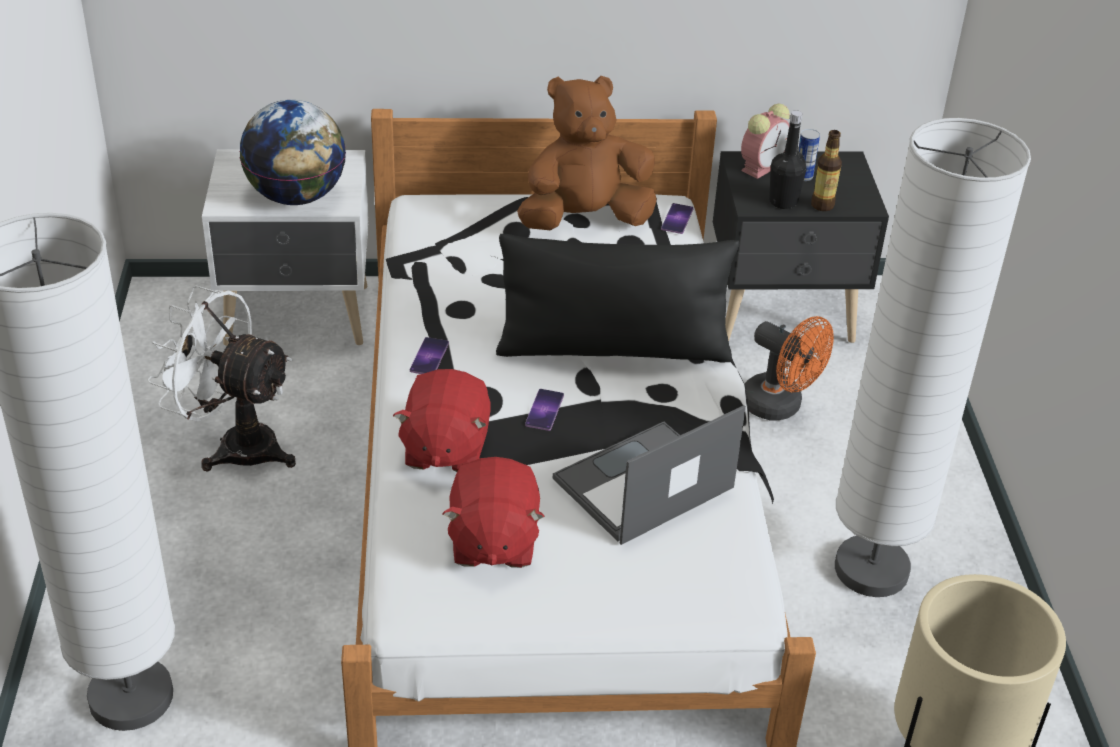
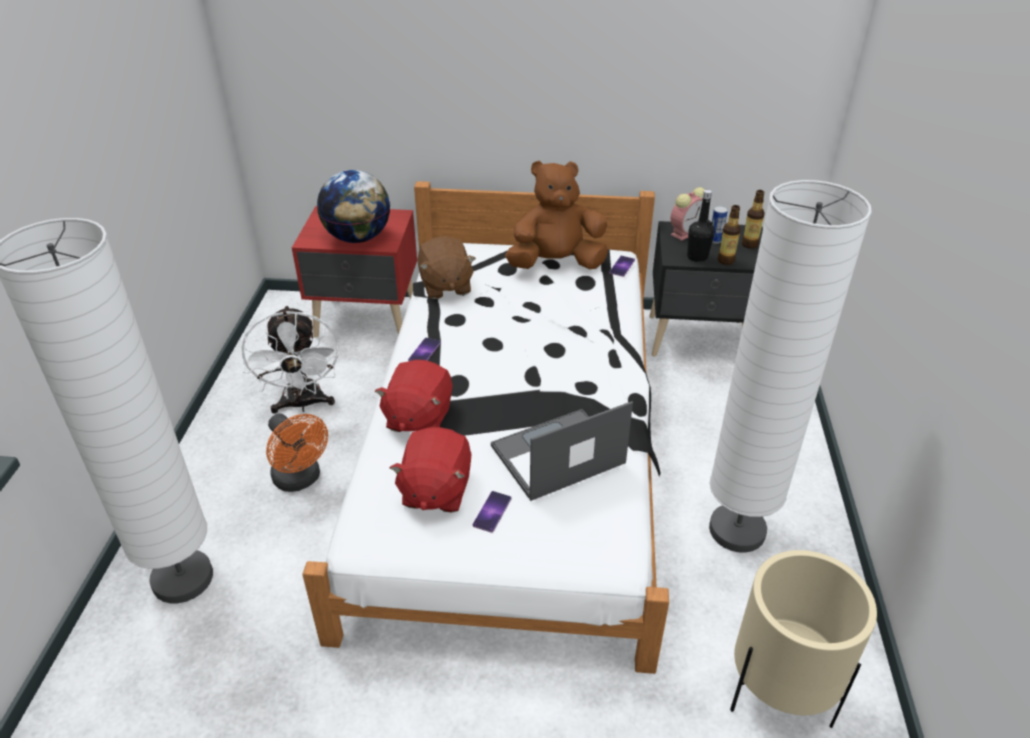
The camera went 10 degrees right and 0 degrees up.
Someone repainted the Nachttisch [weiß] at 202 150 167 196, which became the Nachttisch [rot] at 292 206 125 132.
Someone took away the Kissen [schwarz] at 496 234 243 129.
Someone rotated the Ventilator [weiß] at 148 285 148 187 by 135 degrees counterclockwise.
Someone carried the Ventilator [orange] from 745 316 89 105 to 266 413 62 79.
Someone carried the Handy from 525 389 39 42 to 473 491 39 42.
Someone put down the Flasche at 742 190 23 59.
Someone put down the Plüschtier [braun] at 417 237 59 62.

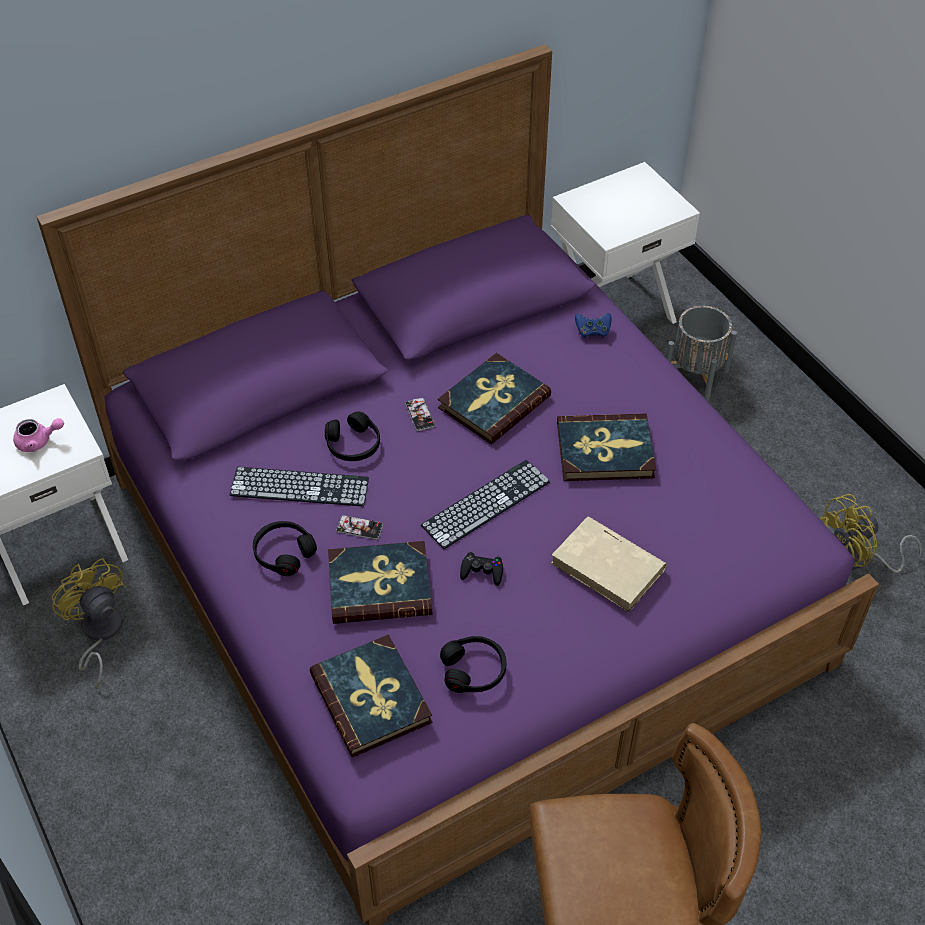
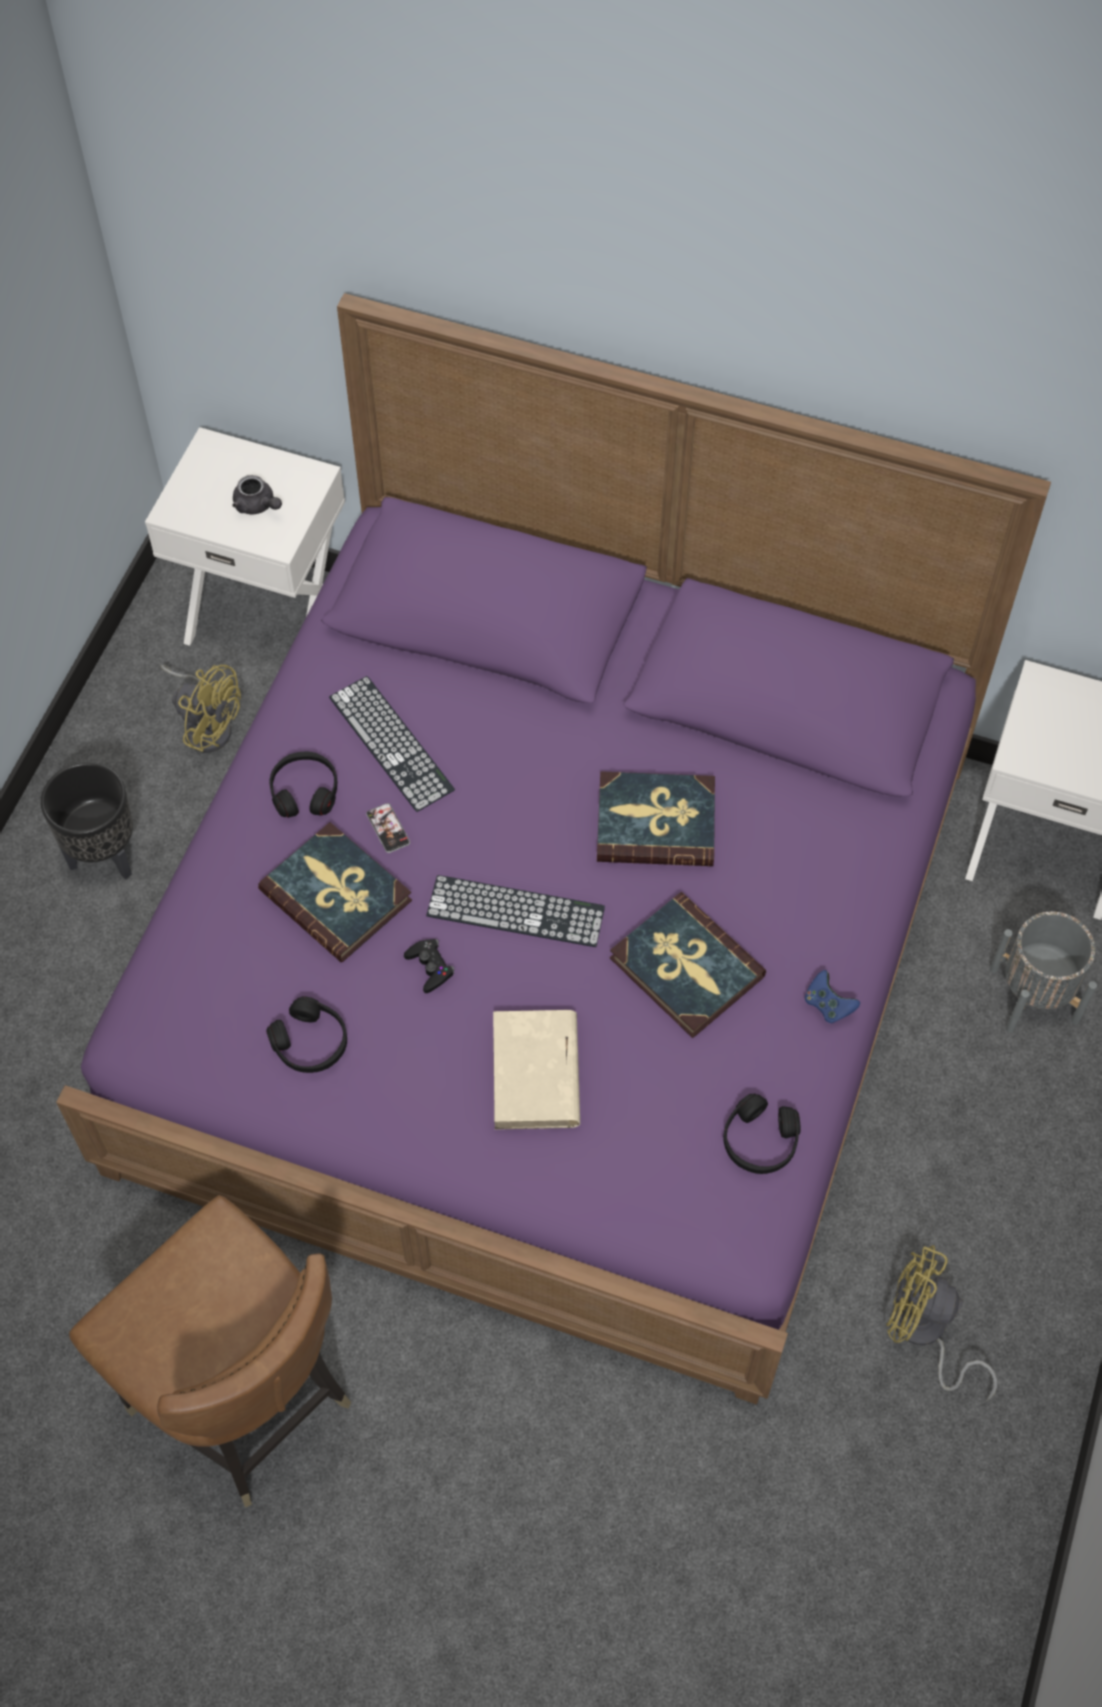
The camera went 50 degrees right and 10 degrees up.
Someone carried the Gamepad [blau] from 575 313 36 25 to 805 970 55 53.
Someone took away the Handy at 405 398 30 33.
Someone carried the Kopfhörer [schwarz] from 325 411 55 50 to 723 1094 78 80.
Someone repainted the Teekanne [rosa] at 13 418 51 34, which became the Teekanne [grau] at 233 475 49 39.
Someone rotated the Ventilator [gelb] at 52 558 73 131 by 105 degrees clockwise.
Someone took away the Buch at 309 635 123 122.
Someone put down the Pflanzkübel [schwarz] at 41 762 92 117.

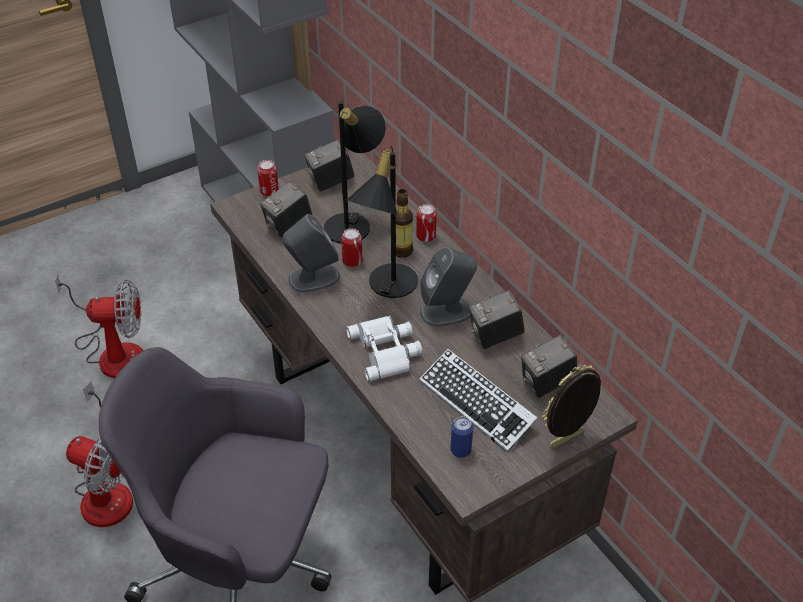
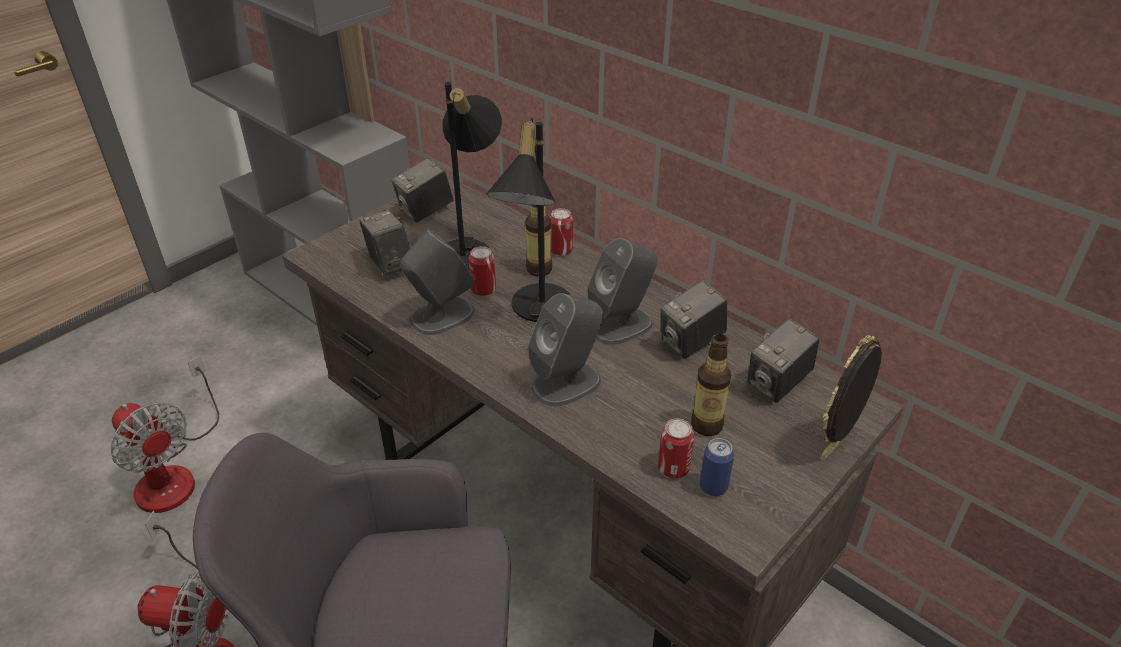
The camera went 15 degrees left and 5 degrees down.
Someone carried the Dose from 257 160 22 36 to 658 418 36 60.
Someone rotated the Kamera at 260 181 52 57 by 120 degrees clockwise.
Someone rotated the Ventilator at 55 274 88 104 by 60 degrees clockwise.
Someone swapped the Fernglas [weiß] at 346 316 77 65 for the Lautsprecher [grau] at 528 293 75 114.
Someone swapped the Tastatur at 419 349 119 104 for the Flasche at 691 334 40 102.

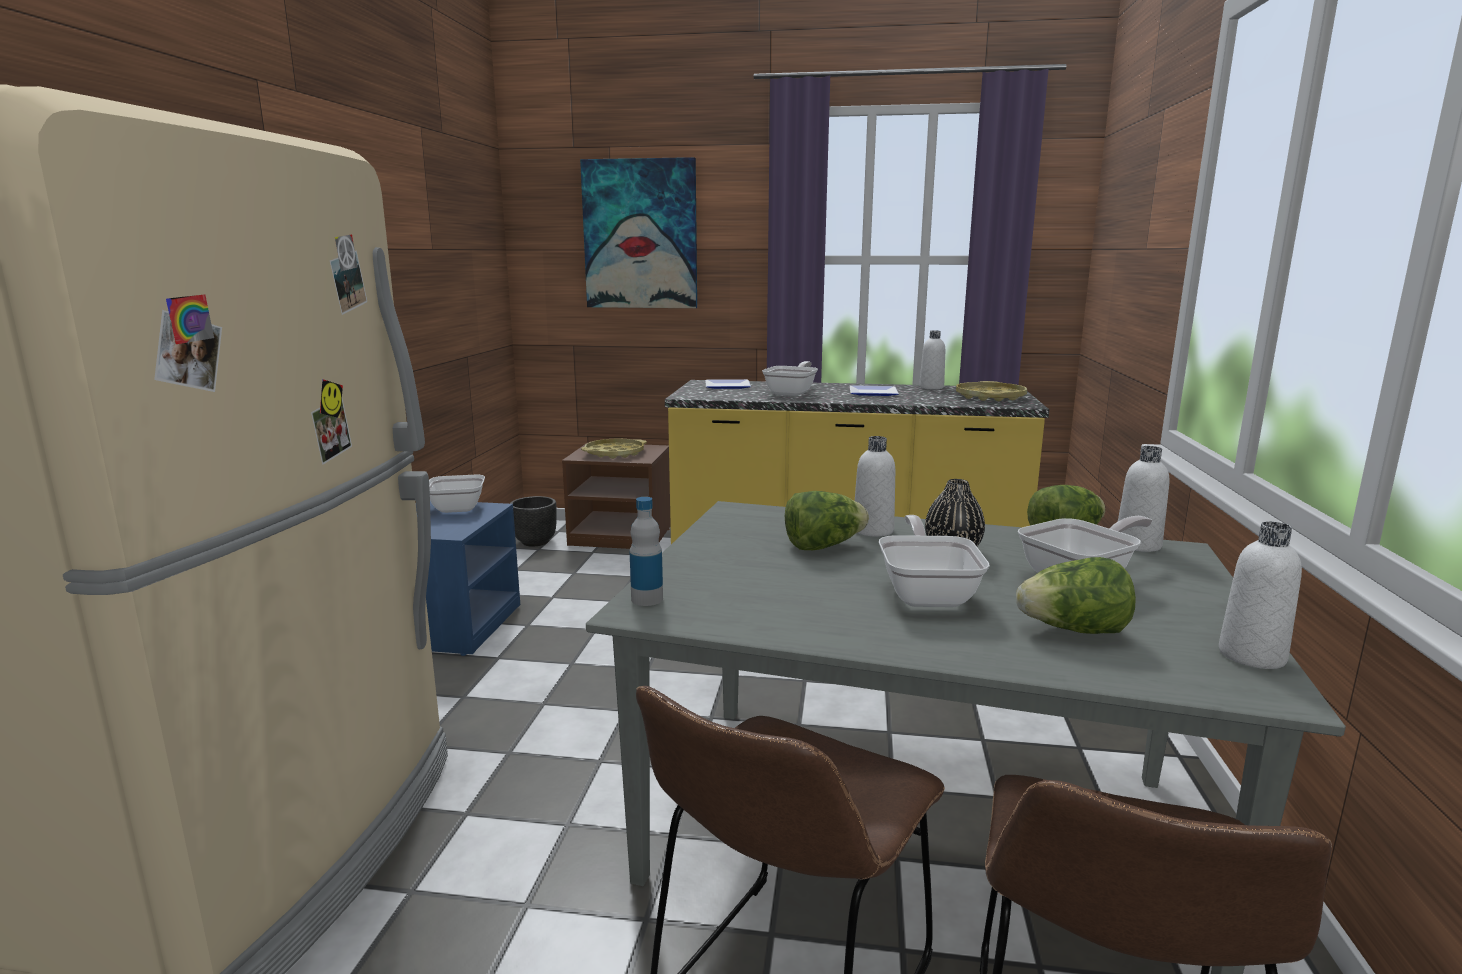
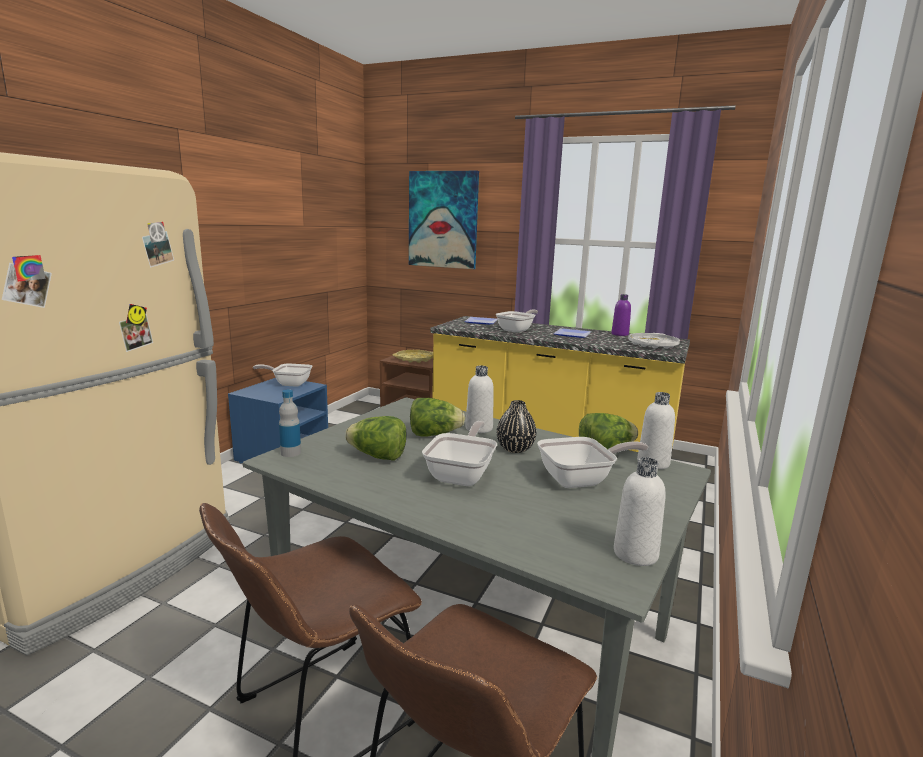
The camera went 15 degrees right and 0 degrees up.
Someone repainted the Flasche [weiß] at 919 330 26 59, which became the Flasche [lila] at 611 294 20 42.
Someone repainted the Tablett [gelb] at 956 381 71 20, which became the Tablett [weiß] at 628 333 52 16.
Someone took away the Pflanzkübel [schwarz] at 510 496 47 51.
Someone carried the Salatkopf from 1016 557 120 77 to 345 416 62 45.

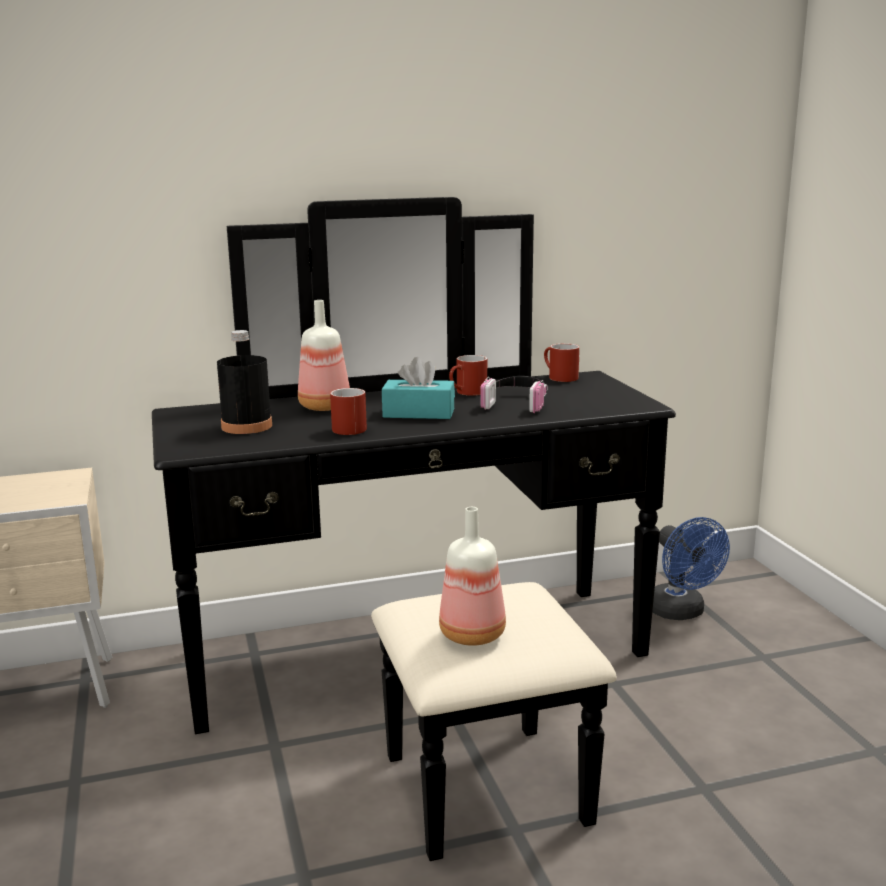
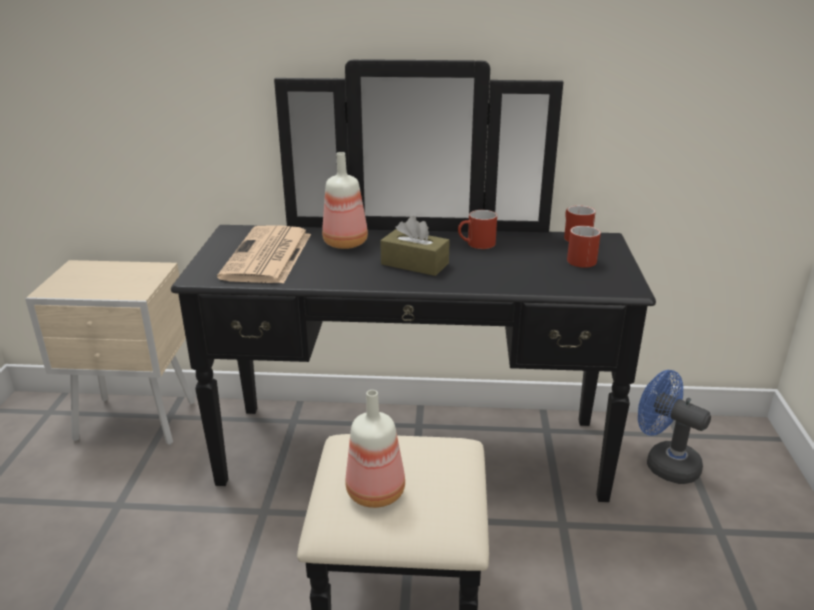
The camera went 20 degrees right and 10 degrees up.
Someone swapped the Flasche [schwarz] at 217 330 55 104 for the Zeitung at 217 226 94 58.
Someone repainted the Taschentuchbox [türkis] at 382 357 73 62, which became the Taschentuchbox [braun] at 380 216 70 60.
Someone took away the Kopfhörer at 480 376 68 37.
Someone carried the Henkelbecher [rot] from 330 388 37 47 to 567 226 34 42.
Someone rotated the Ventilator [blau] at 652 517 78 103 by 135 degrees clockwise.

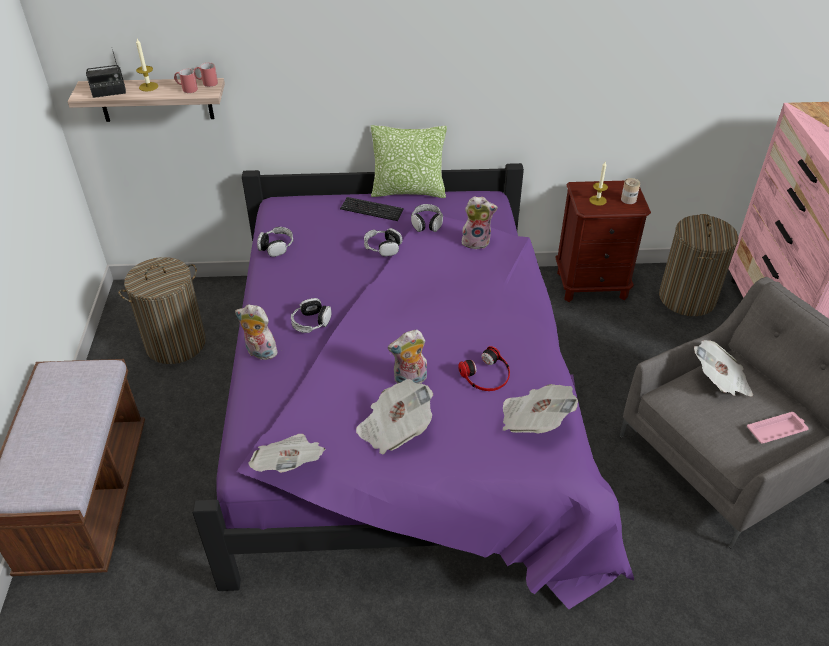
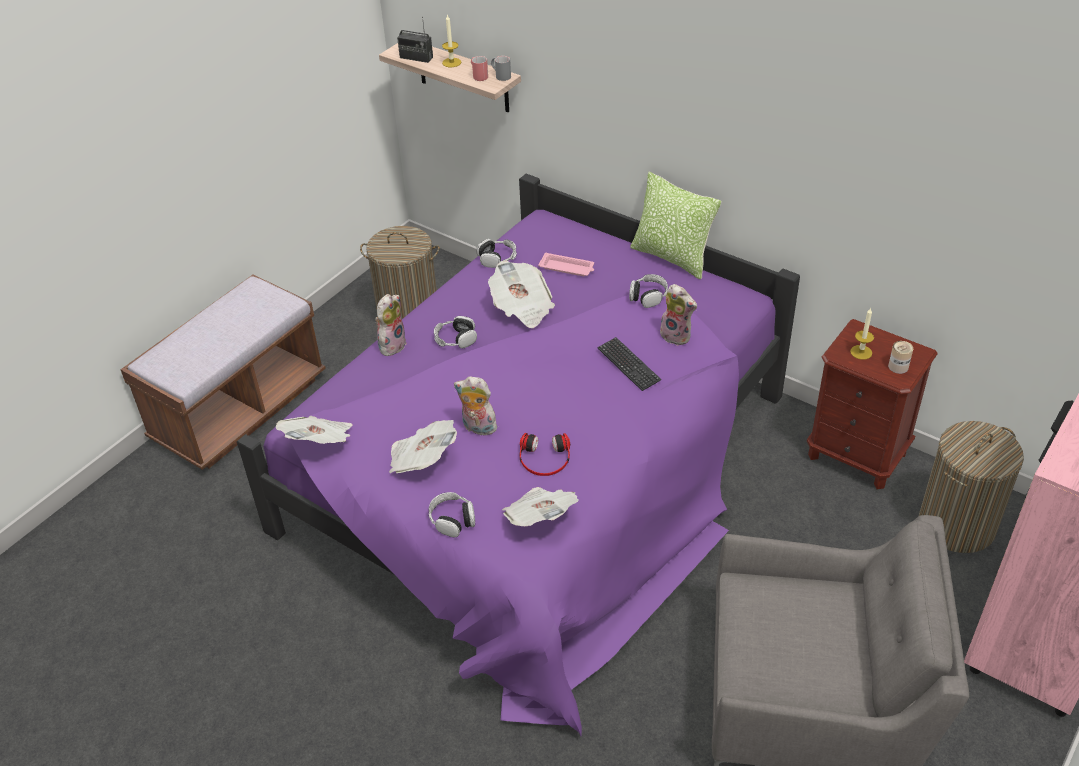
The camera went 40 degrees right and 0 degrees up.
Someone repainted the Henkelbecher [rot] at 194 63 24 24, which became the Henkelbecher [grau] at 491 56 20 25.
Someone carried the Tastatur from 340 197 64 24 to 597 337 64 54.
Someone carried the Kopfhörer from 364 228 38 28 to 429 492 46 45.
Someone rotated the Plüschtier at 235 304 44 56 by 60 degrees clockwise.
Someone carried the Zeitung from 694 340 59 57 to 488 261 67 67.
Someone carried the Tablett [rosa] from 747 412 62 32 to 538 252 56 24.

